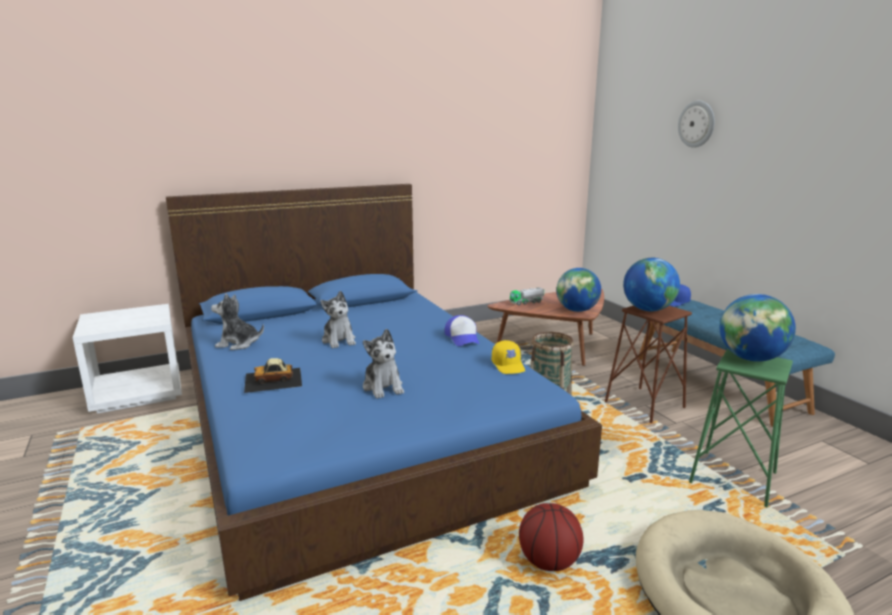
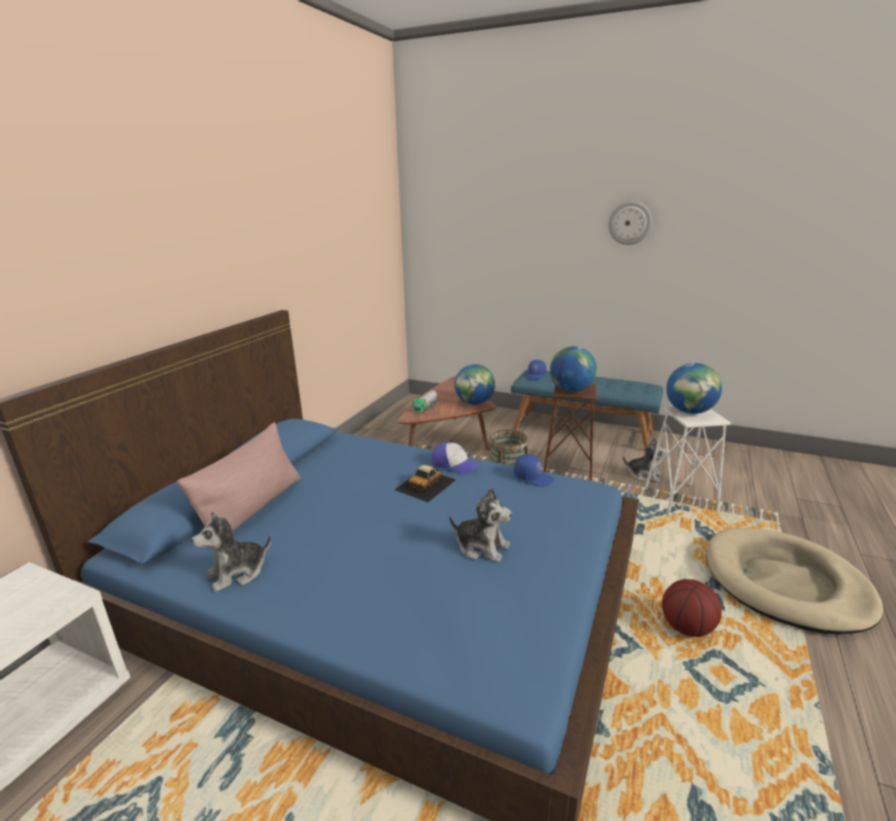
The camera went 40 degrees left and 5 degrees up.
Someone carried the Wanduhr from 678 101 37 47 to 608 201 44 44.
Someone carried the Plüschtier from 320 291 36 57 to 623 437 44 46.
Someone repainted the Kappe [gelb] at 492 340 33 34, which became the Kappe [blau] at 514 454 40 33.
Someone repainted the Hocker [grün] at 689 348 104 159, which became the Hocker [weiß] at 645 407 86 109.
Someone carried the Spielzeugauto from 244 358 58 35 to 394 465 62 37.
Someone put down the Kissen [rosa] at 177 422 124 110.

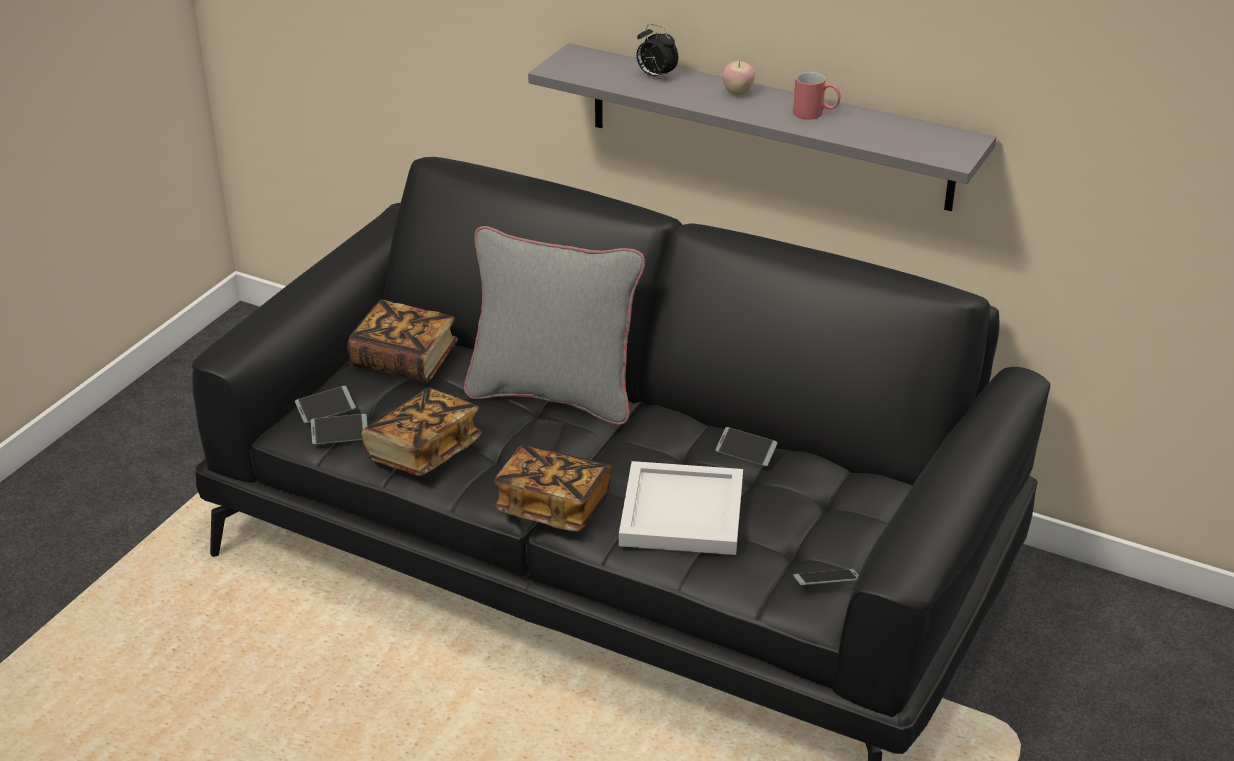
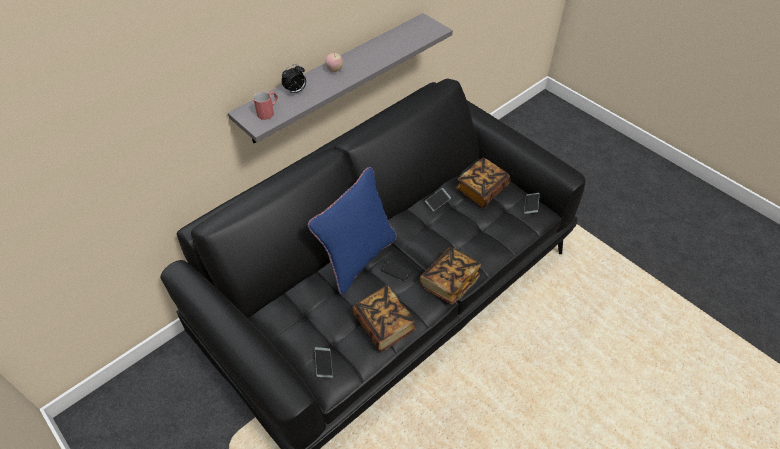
The camera went 70 degrees left and 15 degrees up.
Someone carried the Henkelbecher [rot] from 793 72 48 48 to 253 91 25 29.
Someone repainted the Kissen [grau] at 464 226 181 199, which became the Kissen [blau] at 308 167 89 128.
Someone carried the Buch from 347 300 111 83 to 455 157 56 51.
Someone took away the Handy at 311 414 56 31.
Someone took away the Tablett [weiß] at 619 461 124 94.

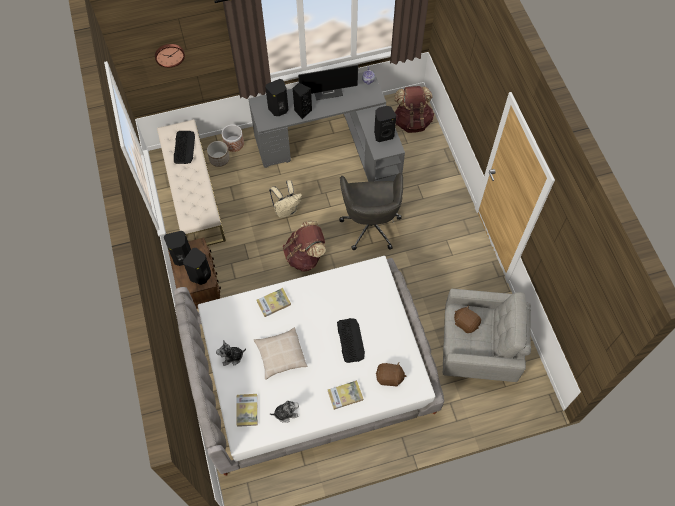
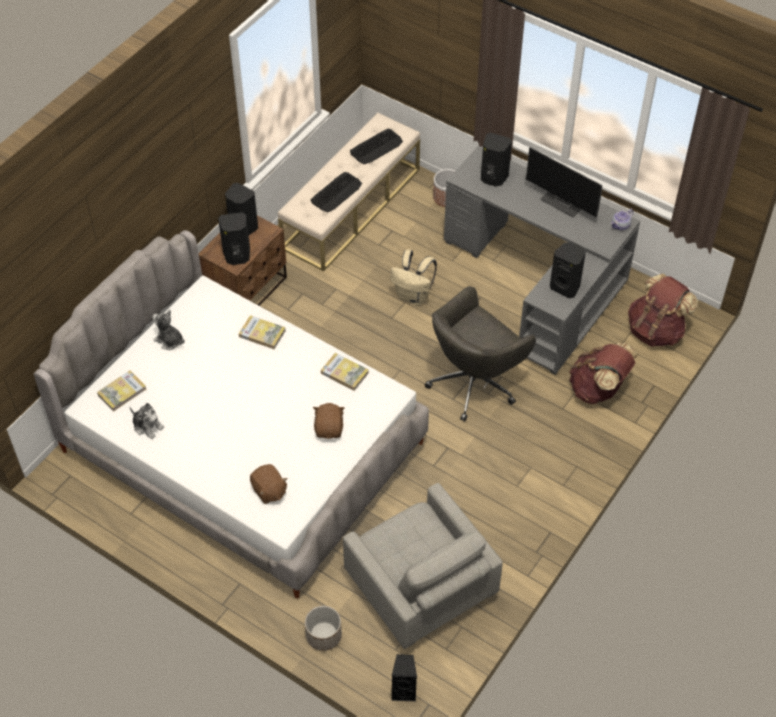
The camera went 50 degrees right and 10 degrees down.
Someone took away the Wanduhr at 155 44 30 24.
Someone carried the Lautsprecher [schwarz] from 292 83 20 36 to 391 654 26 47.
Someone carried the Pflanzkübel from 207 141 23 26 to 305 606 37 45.
Someone carried the Rucksack [braun] from 283 221 43 51 to 569 343 69 61.
Someone carried the Plüschtier [braun] from 454 305 27 28 to 313 403 32 36.
Someone carried the Tastatur from 337 318 28 45 to 311 172 51 40.
Someone took away the Kissen [beige] at 254 327 54 53.
Someone carried the Buch from 328 380 35 30 to 321 353 48 38.

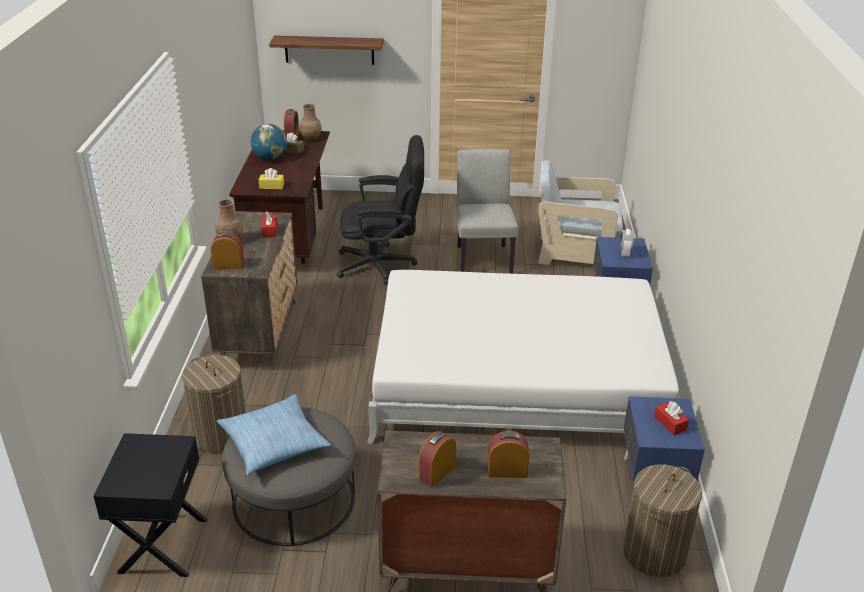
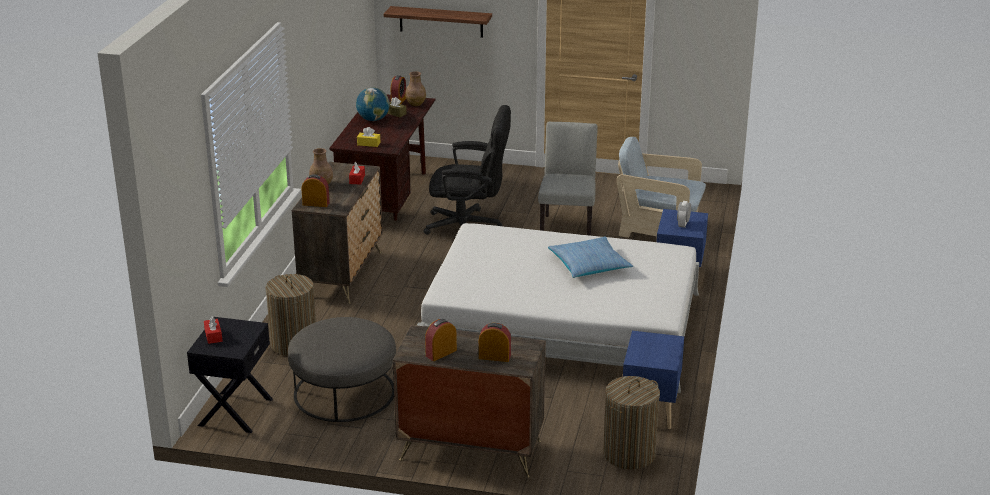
The camera went 10 degrees right and 5 degrees down.
Someone carried the Kissen from 217 394 114 82 to 548 236 85 42.
Someone carried the Taschentuchbox [rot] from 654 401 35 34 to 204 316 18 28.

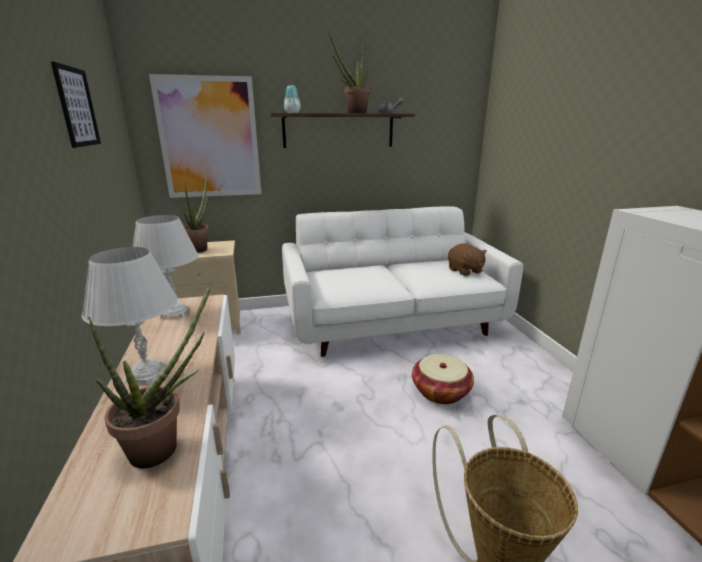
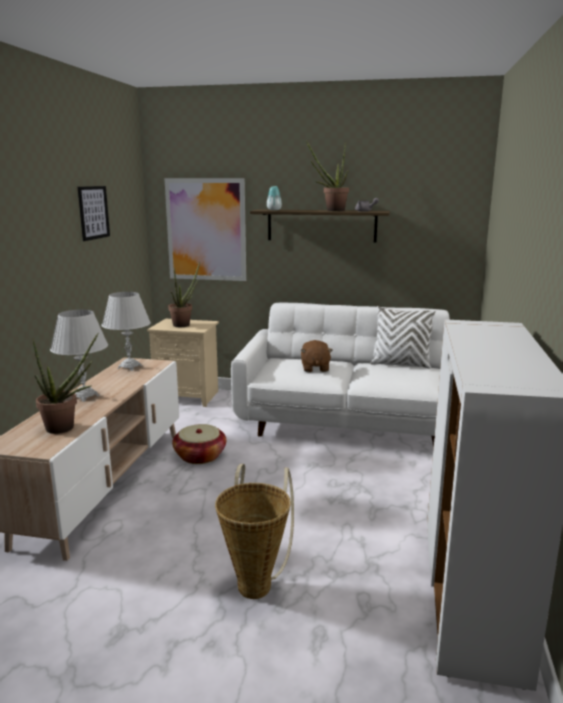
The camera went 25 degrees right and 5 degrees down.
Someone carried the Plüschtier [braun] from 448 243 39 33 to 301 340 32 32.
Someone carried the Korb from 412 354 62 50 to 172 424 54 40.
Someone put down the Kissen [weiß] at 370 306 66 62.

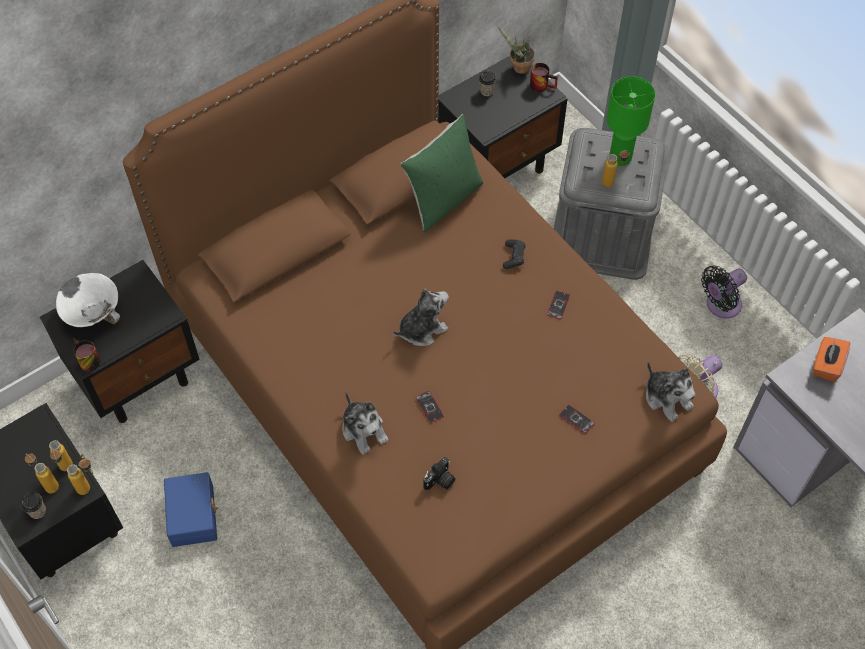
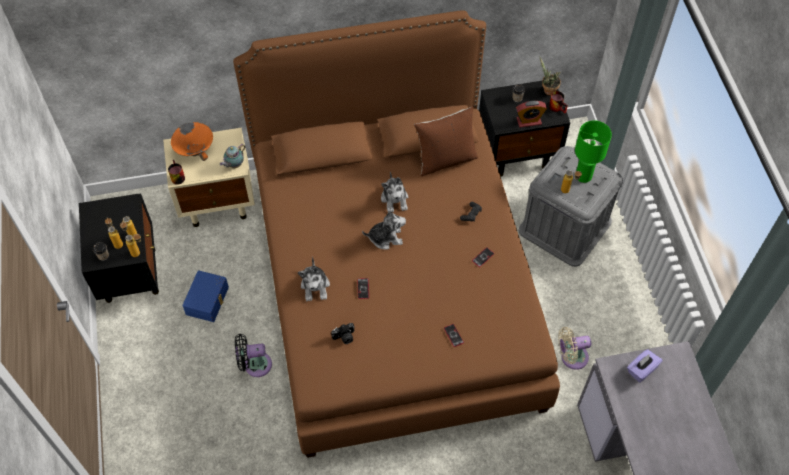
The camera went 25 degrees right and 0 degrees up.
Someone repainted the Kissen [grün] at 400 114 83 119, which became the Kissen [braun] at 414 106 64 70.
Someone repainted the Nachttisch [schwarz] at 40 260 160 163, which became the Nachttisch [beige] at 163 128 92 99.
Someone carried the Ventilator [schwarz] from 701 265 46 54 to 235 334 37 43.
Someone repainted the Schüssel [weiß] at 56 273 64 54, which became the Schüssel [orange] at 171 122 42 39.
Someone repainted the Taschentuchbox [orange] at 813 337 38 45, which became the Taschentuchbox [lila] at 627 349 36 33.
Someone carried the Plüschtier from 646 361 49 61 to 381 171 27 41.
Someone put down the Wecker at 516 101 31 27.
Someone put down the Teekanne at 220 144 25 24.

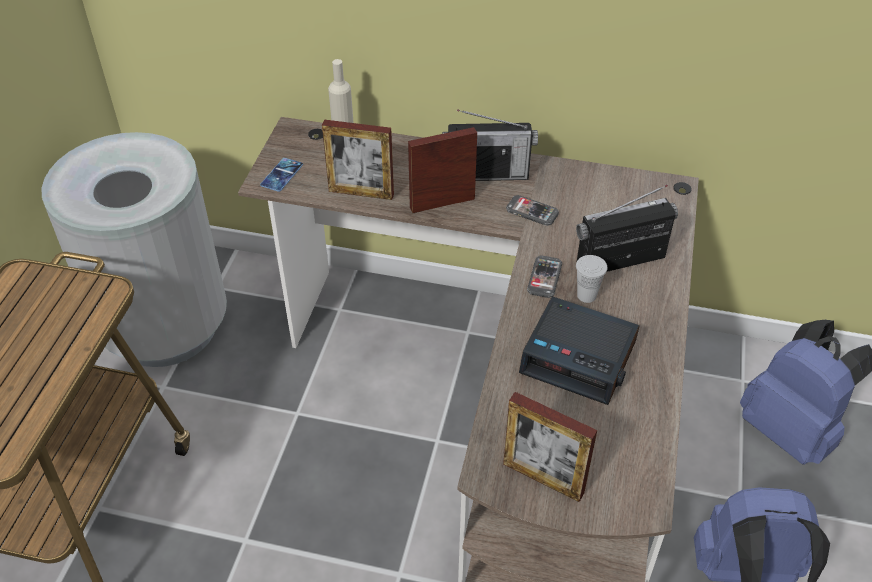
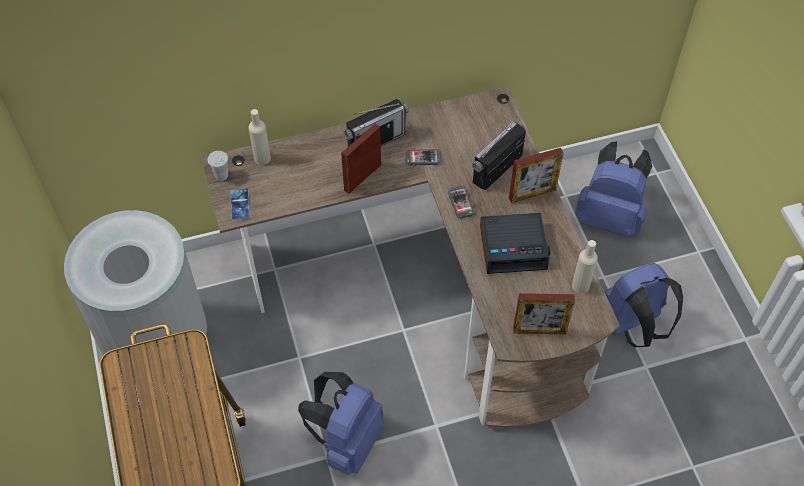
The camera went 30 degrees left and 10 degrees up.
Someone carried the Bilderrahmen from 322 120 72 80 to 509 148 54 55.
Someone carried the Tasse [weiß] from 576 255 31 48 to 208 151 20 30.
Someone put down the Flasche [beige] at 572 240 26 54.
Someone put down the Rucksack [blau] at 298 372 87 104.

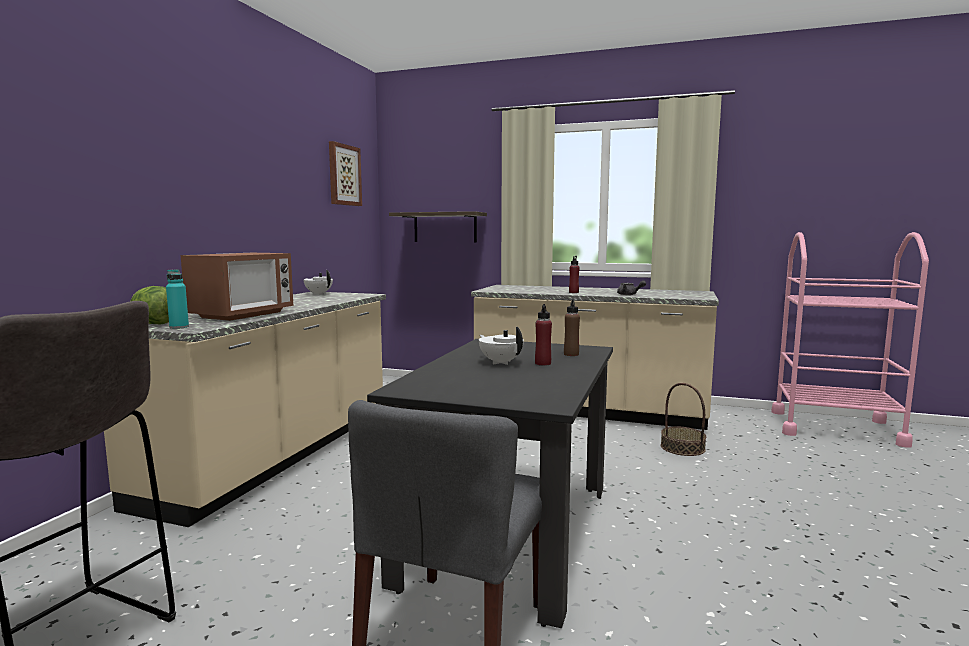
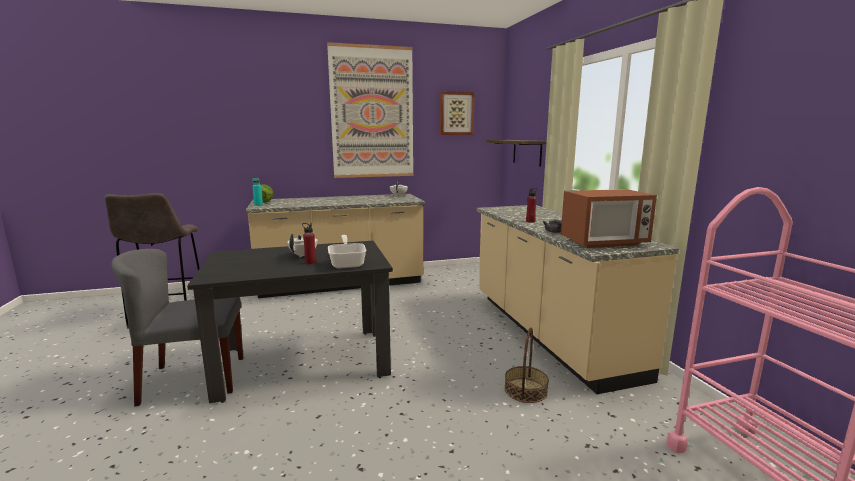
The camera went 55 degrees right and 5 degrees up.
Someone carried the Mikrowelle from 181 253 112 68 to 561 189 96 59.
Someone swapped the Flasche [braun] at 564 299 16 57 for the Pfanne at 328 235 38 34.
Someone put up the Bild at 327 42 87 136.

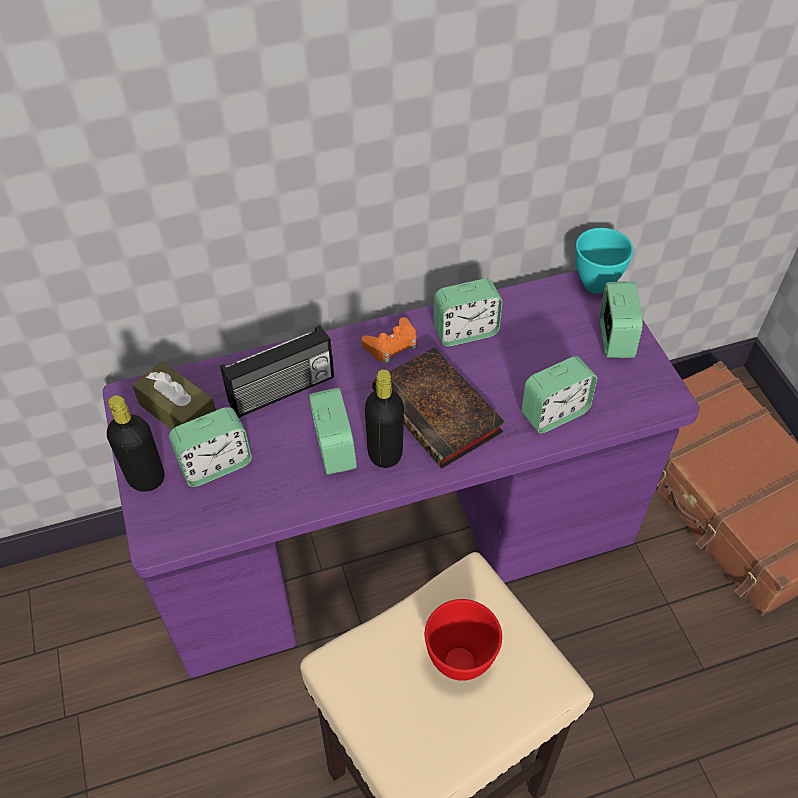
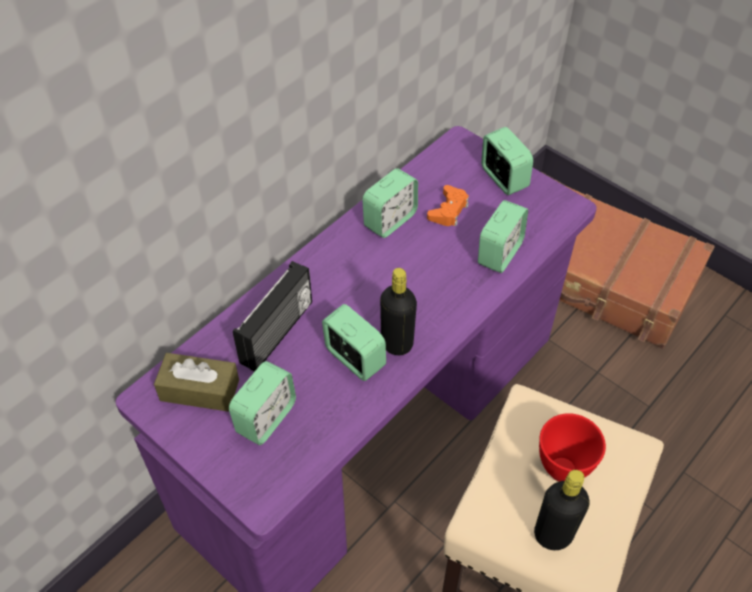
The camera went 30 degrees left and 0 degrees up.
Someone took away the Schüssel [türkis] at 575 228 58 66.
Someone carried the Gamepad [orange] from 362 317 55 47 to 427 185 42 41.
Someone took away the Buch at 372 347 133 122.
Someone carried the Flasche [schwarz] from 107 395 58 97 to 534 470 55 80.

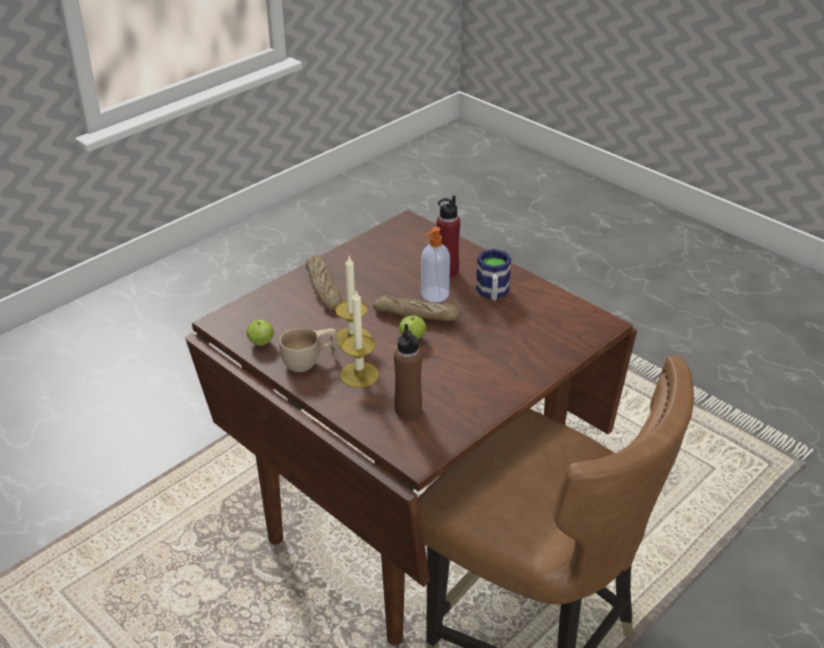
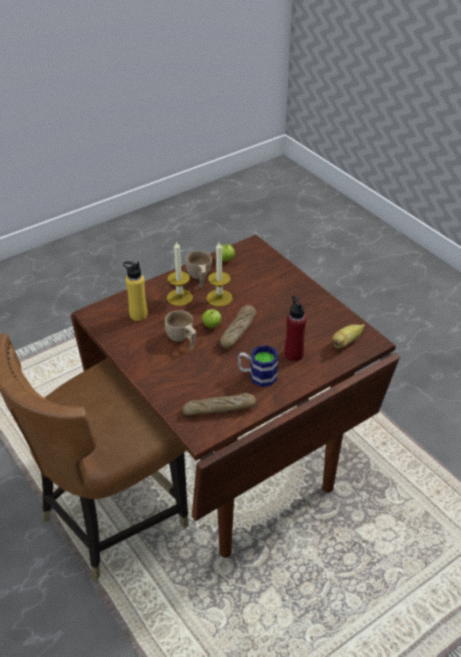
The camera went 100 degrees right and 5 degrees up.
Someone took away the Seifenspender at 421 227 29 75.
Someone carried the Brot from 306 255 36 56 to 183 393 73 22.
Someone repainted the Flasche [braun] at 394 324 28 94, which became the Flasche [gelb] at 123 261 25 60.
Someone put down the Tasse [beige] at 165 310 31 41.
Someone put down the Banane at 332 324 33 24.

